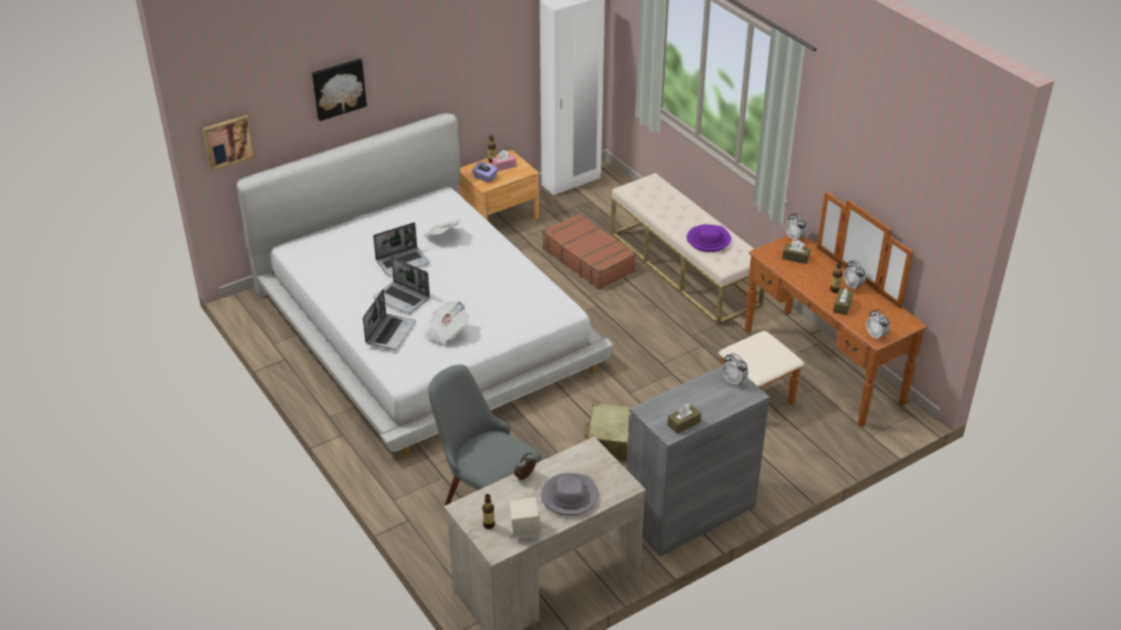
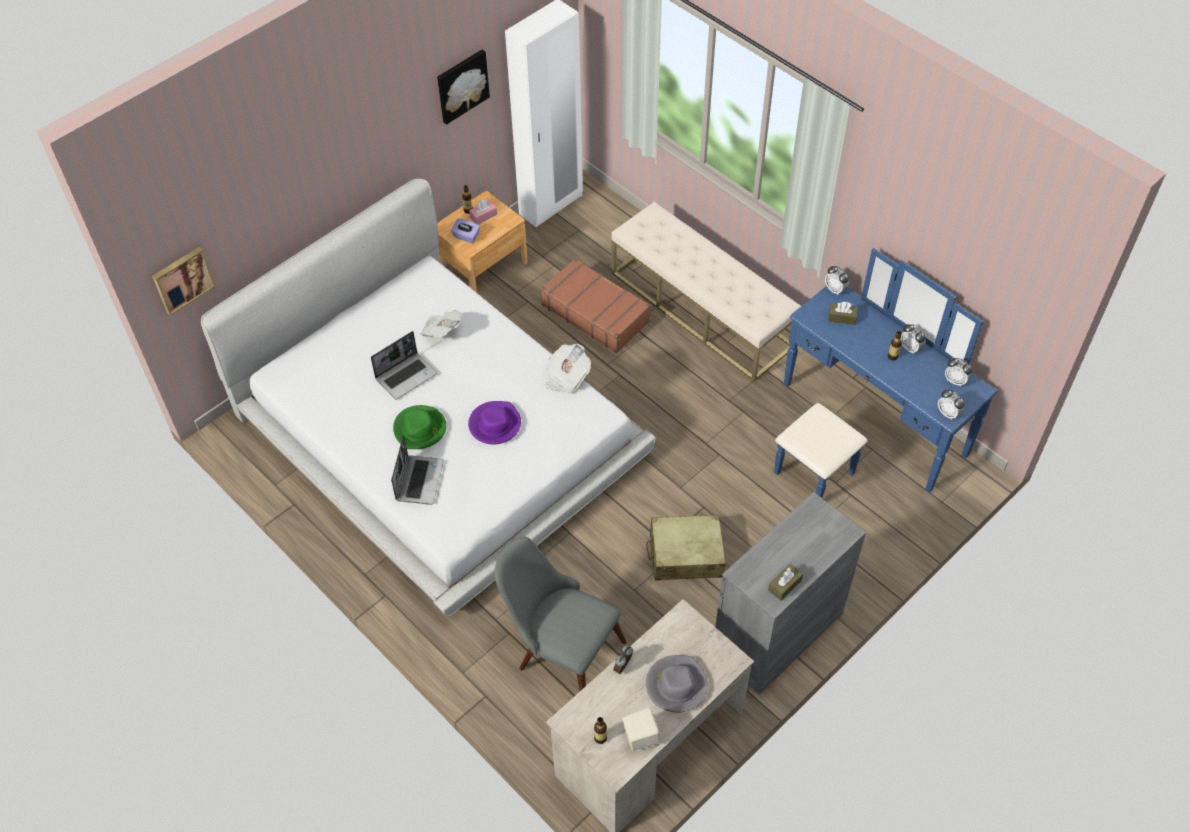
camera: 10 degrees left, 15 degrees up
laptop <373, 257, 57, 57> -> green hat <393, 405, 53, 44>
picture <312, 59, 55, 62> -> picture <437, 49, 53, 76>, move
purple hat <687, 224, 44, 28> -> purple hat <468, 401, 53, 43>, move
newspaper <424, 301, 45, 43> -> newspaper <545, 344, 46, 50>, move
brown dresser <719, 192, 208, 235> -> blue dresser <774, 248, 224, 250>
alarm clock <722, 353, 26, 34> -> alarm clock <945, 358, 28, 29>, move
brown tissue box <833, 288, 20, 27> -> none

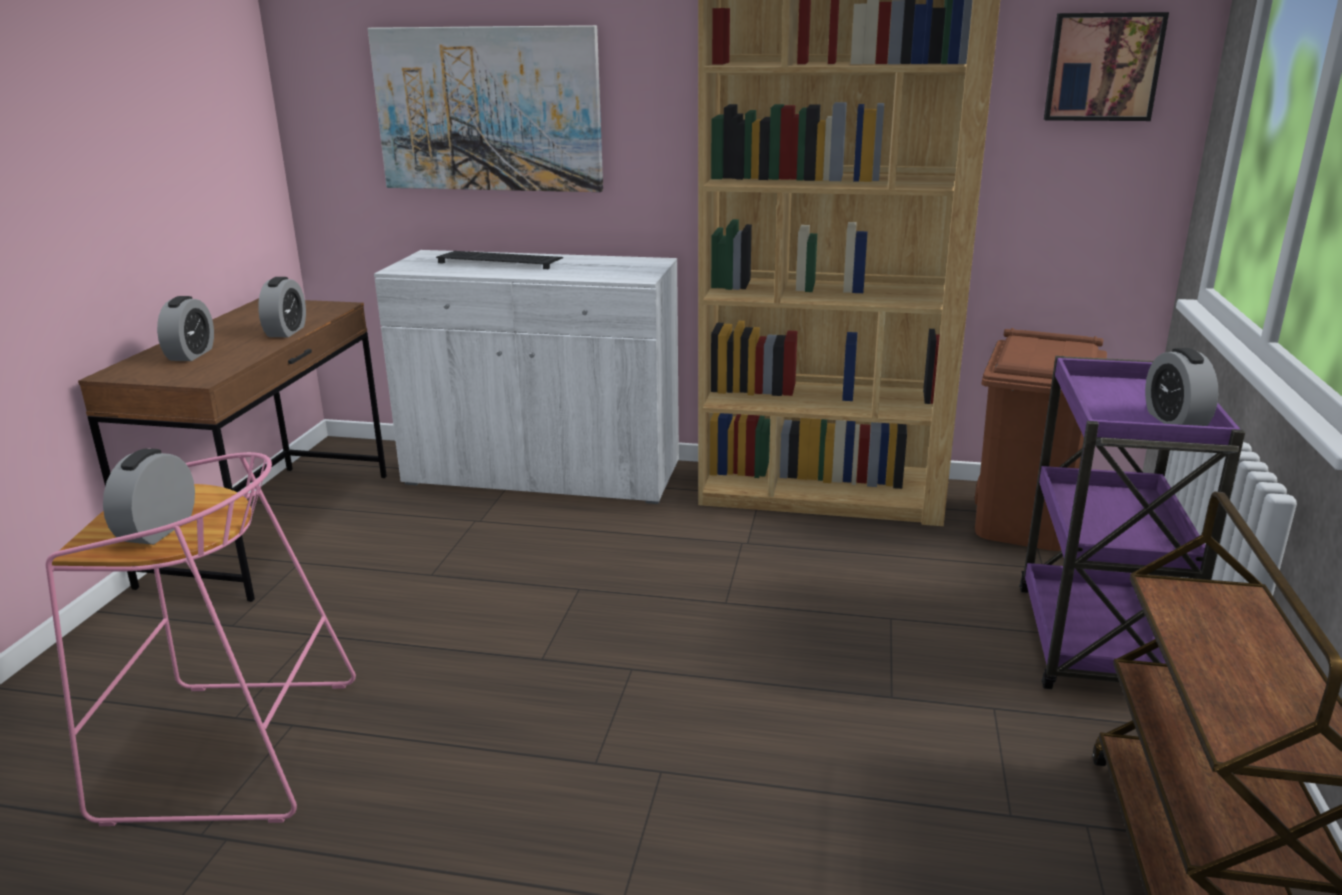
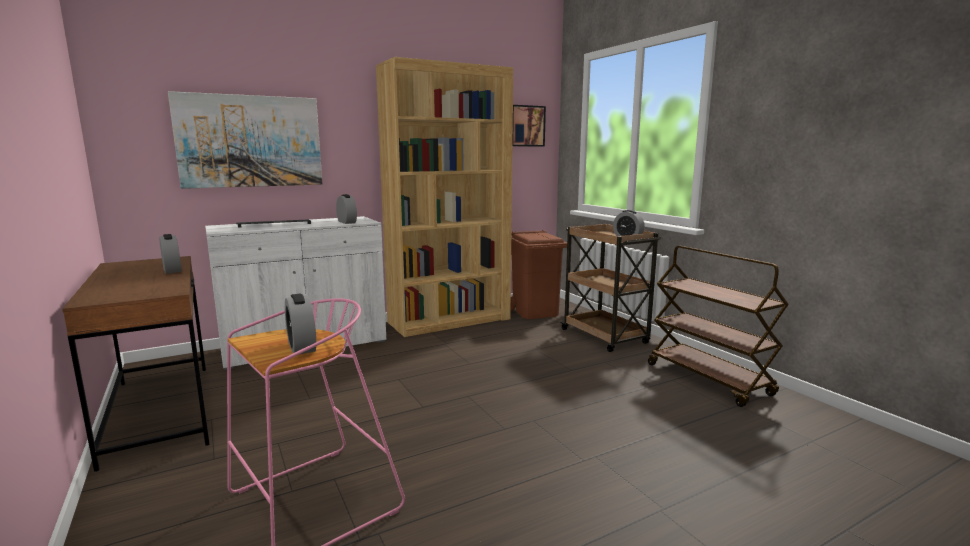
camera: 40 degrees left, 10 degrees down
alarm clock <157, 296, 57, 65> -> alarm clock <336, 194, 21, 30>, move
purple cart <1019, 356, 226, 333> -> brown cart <561, 224, 101, 128>

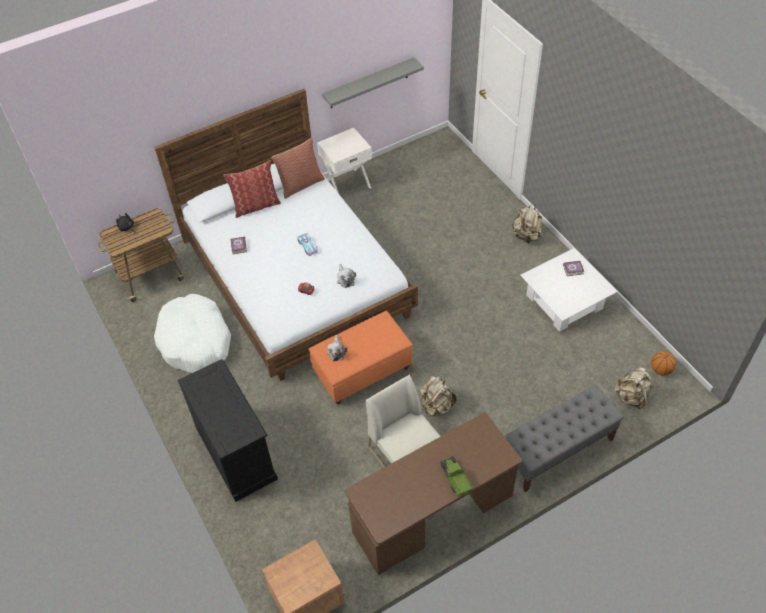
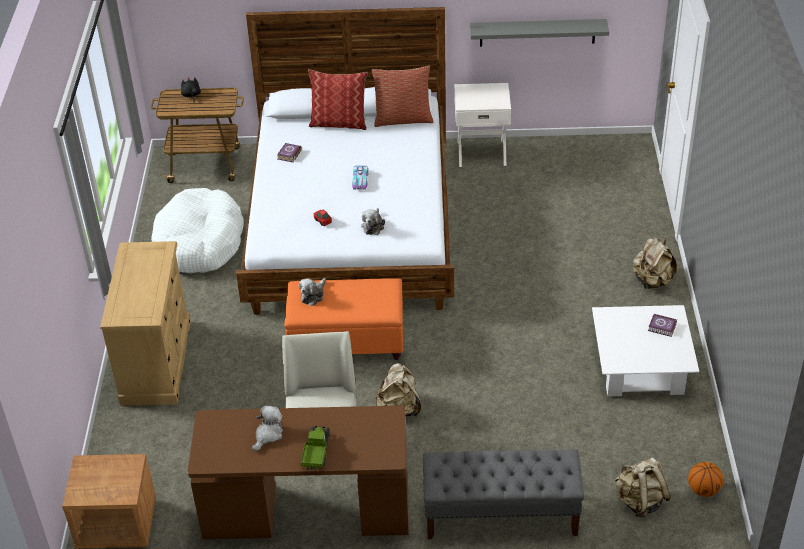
camera: 30 degrees right, 10 degrees down
black dresser <178, 359, 100, 143> -> beige dresser <100, 241, 91, 165>
none -> plush toy <252, 405, 31, 46>

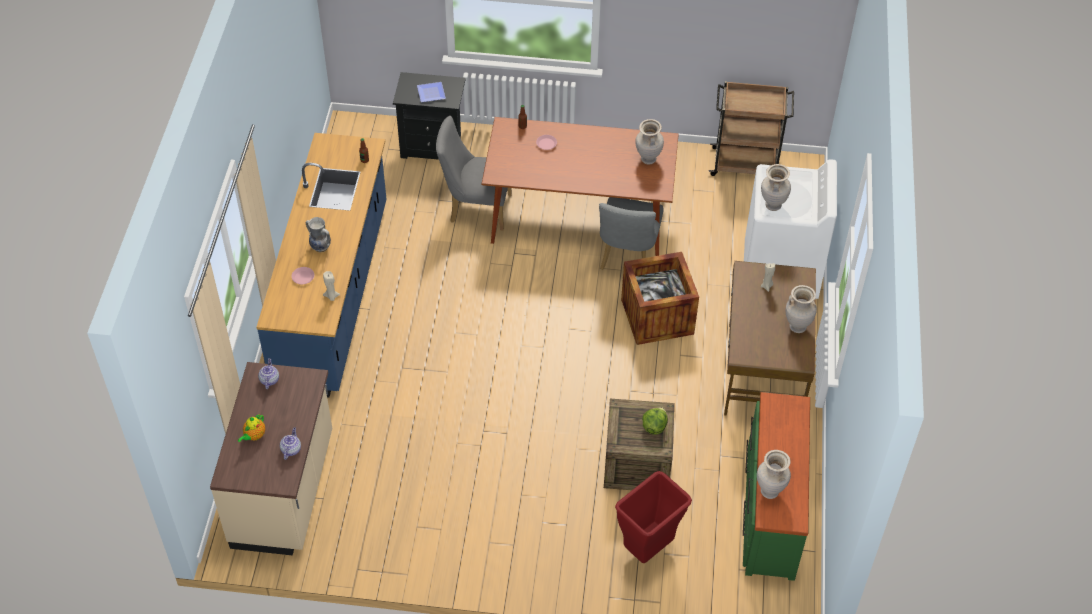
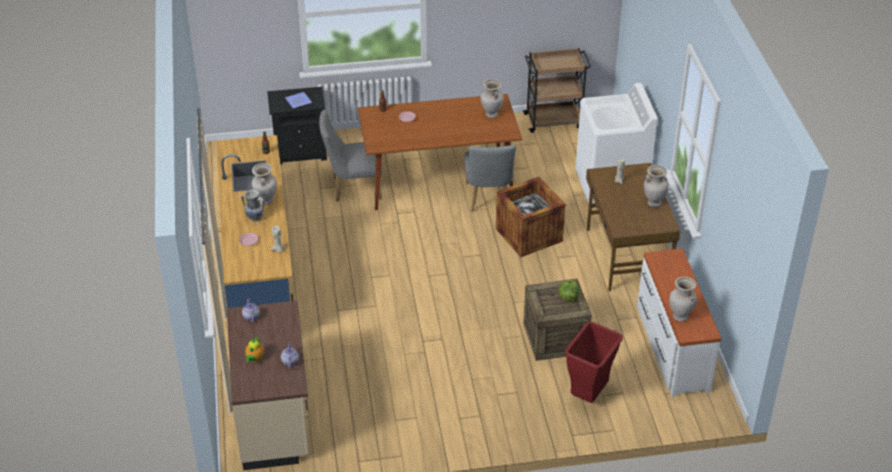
camera: 15 degrees left, 10 degrees down
beige vase <761, 164, 30, 47> -> beige vase <252, 163, 25, 42>, move
green dresser <743, 392, 67, 189> -> white dresser <637, 249, 85, 148>

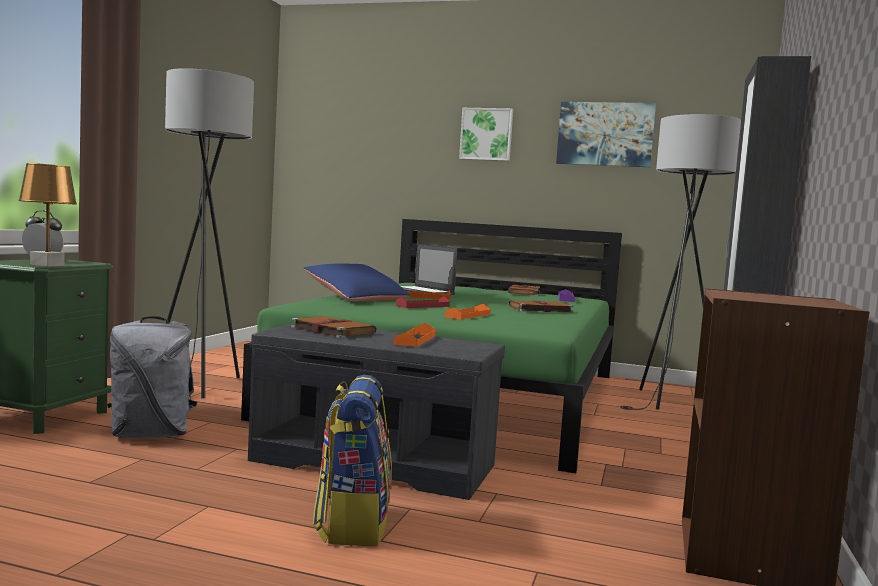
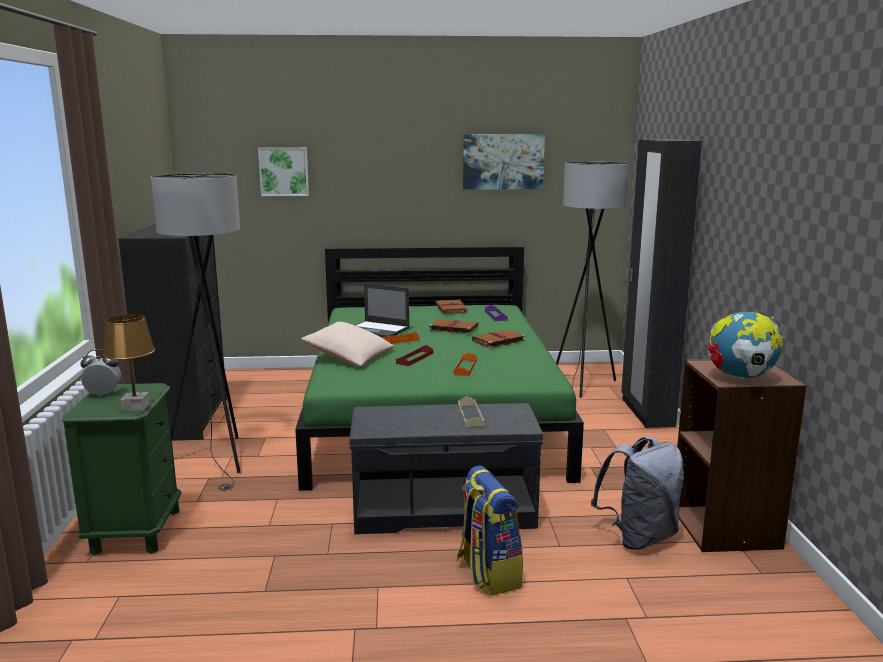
camera: 20 degrees left, 10 degrees up
none -> black dresser <118, 223, 109, 217>
picture <459, 108, 54, 53> -> picture <258, 148, 51, 48>, move
blue pillow <303, 264, 108, 37> -> beige pillow <301, 322, 93, 44>
brown book <291, 316, 86, 22> -> brown book <427, 319, 51, 15>, move
orange tray <394, 323, 42, 24> -> beige tray <458, 396, 26, 31>
grey backpack <107, 316, 90, 121> -> grey backpack <591, 437, 93, 113>, move
none -> globe <708, 312, 77, 68>

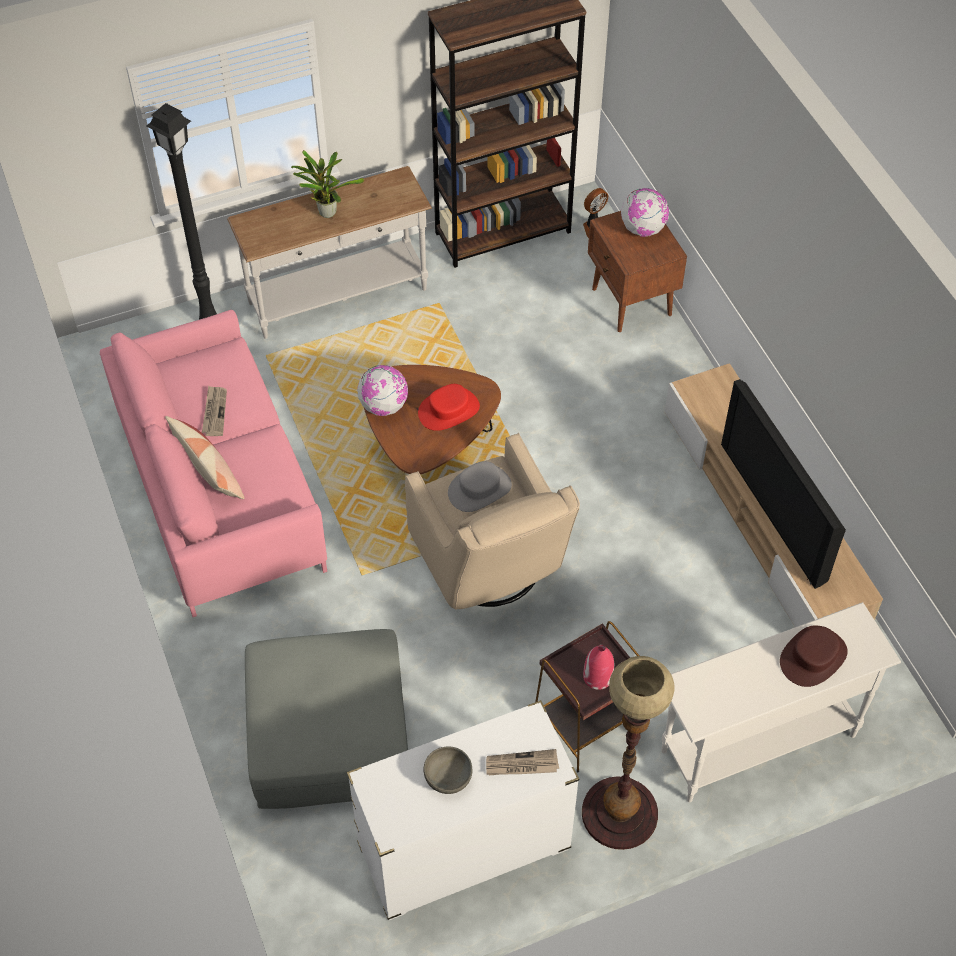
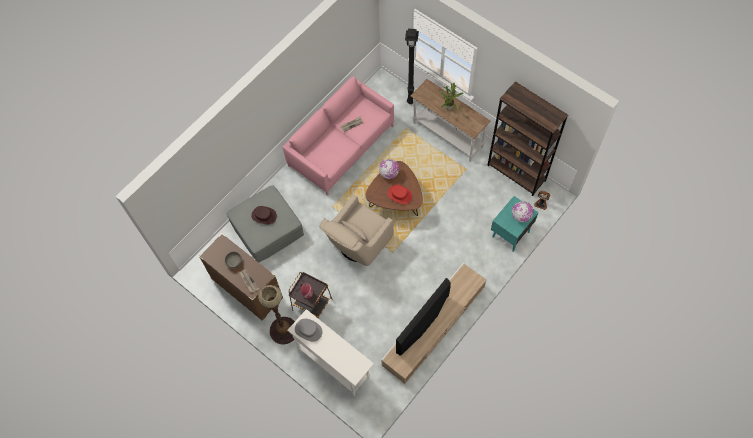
camera: 65 degrees right, 10 degrees up
white dresser <347, 700, 232, 220> -> brown dresser <199, 233, 84, 88>
brown hat <780, 626, 68, 61> -> brown hat <251, 206, 26, 18>, move
grey hat <448, 461, 64, 51> -> grey hat <295, 319, 27, 23>, move
brown nightstand <588, 211, 99, 121> -> turquoise nightstand <491, 196, 48, 56>
pillow <165, 416, 79, 83> -> none

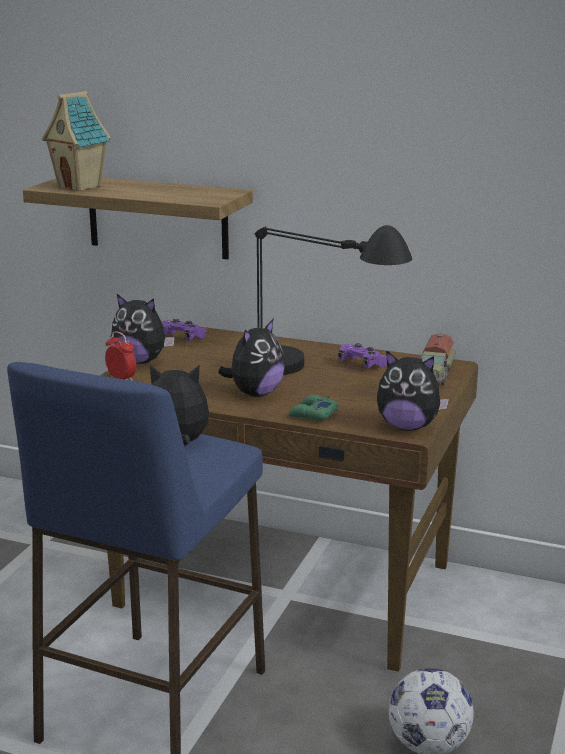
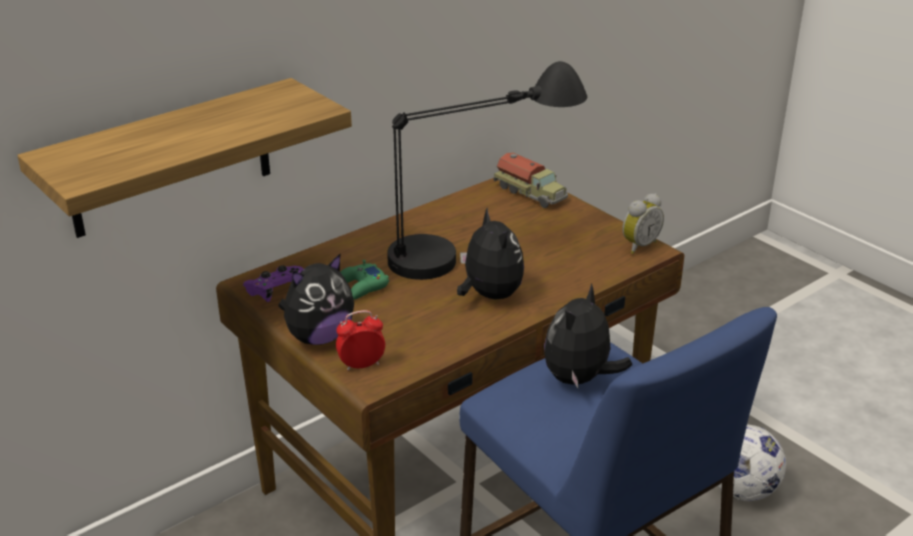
camera: 60 degrees left, 10 degrees up
green game controller <289, 395, 50, 26> -> green game controller <340, 260, 49, 40>, move
plush toy <377, 350, 72, 81> -> alarm clock <622, 193, 42, 61>
toy house <42, 91, 69, 100> -> none
purple game controller <338, 343, 49, 26> -> none

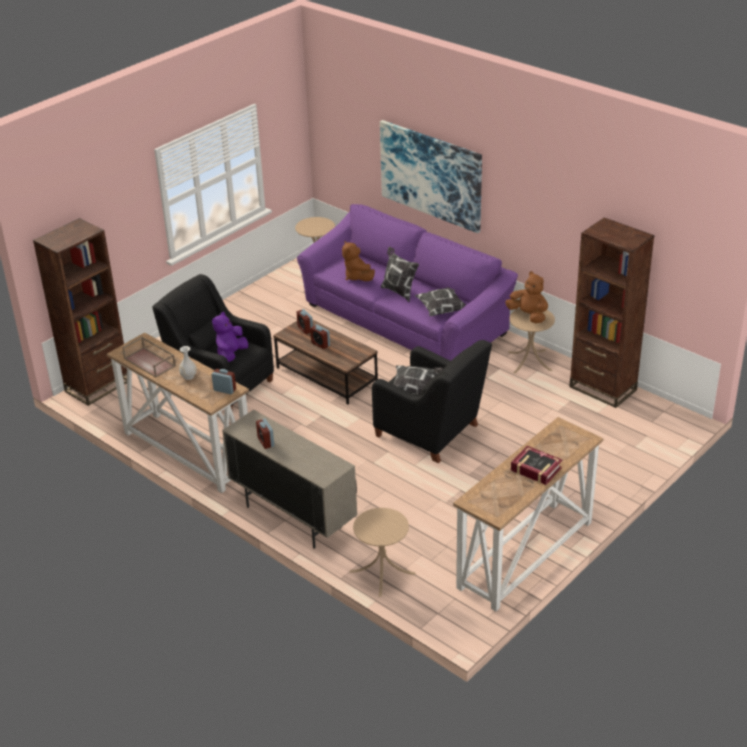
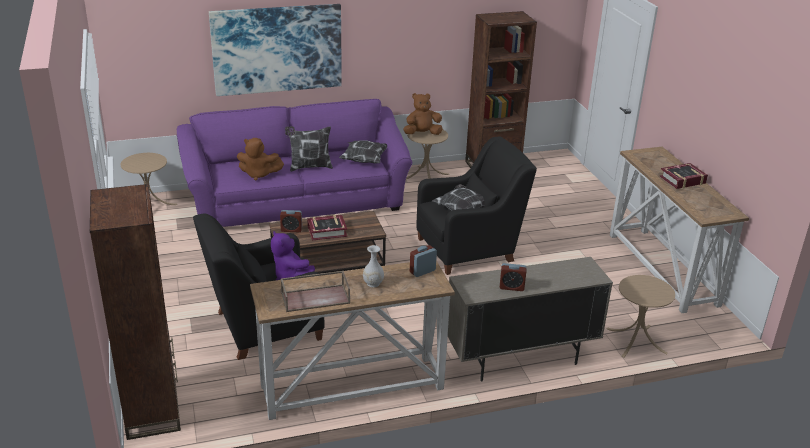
camera: 60 degrees left, 5 degrees down
alarm clock <310, 325, 20, 24> -> book <307, 215, 40, 25>

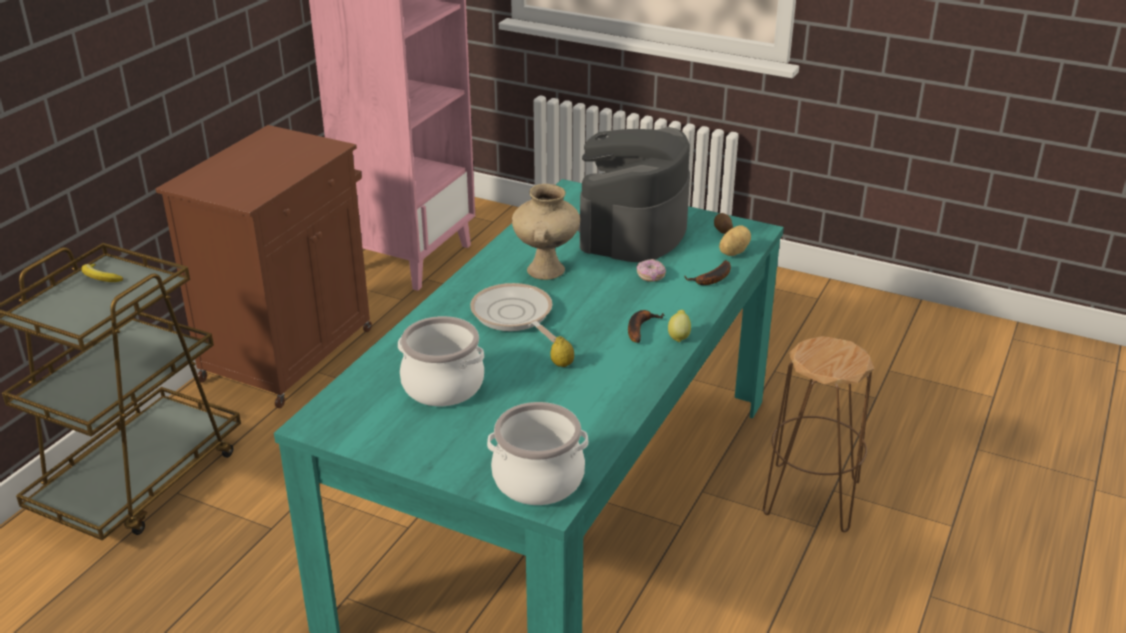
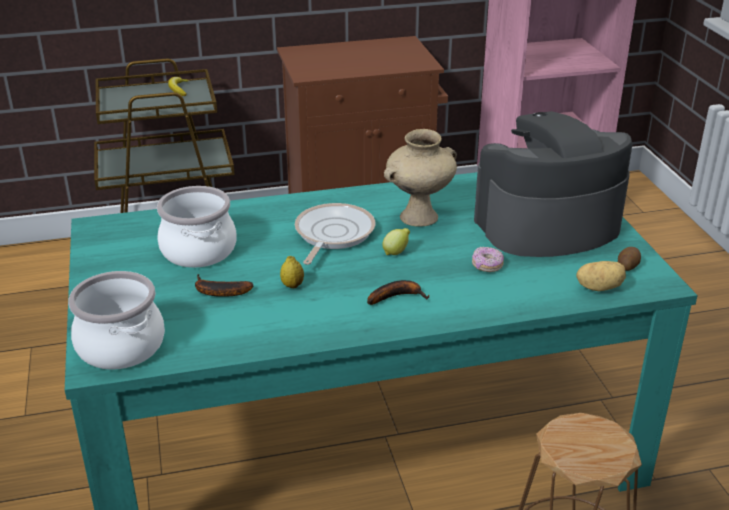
camera: 50 degrees right, 0 degrees up
banana <684, 260, 47, 25> -> banana <195, 274, 58, 23>, move
lemon <668, 310, 23, 32> -> lemon <382, 228, 28, 27>, move

